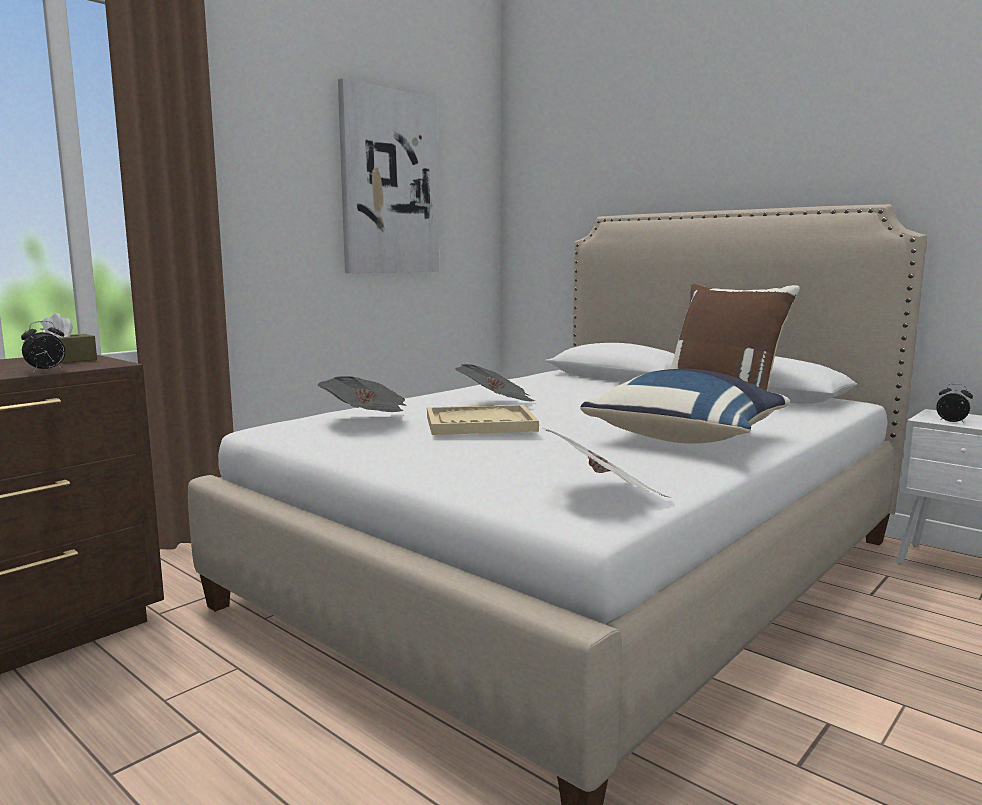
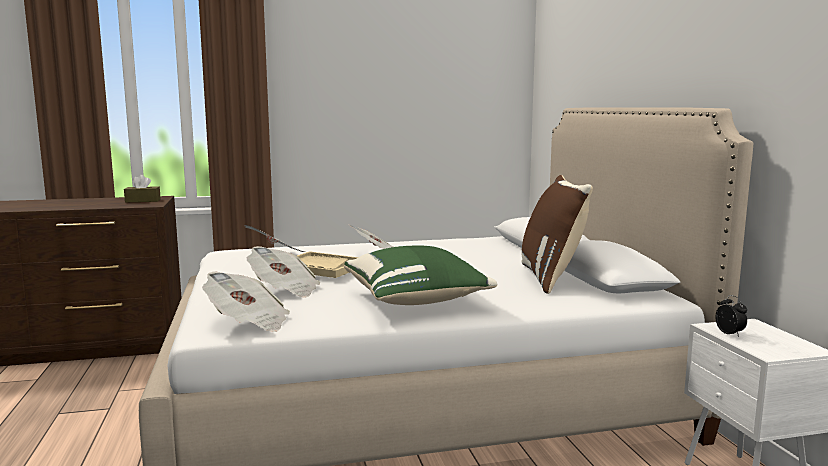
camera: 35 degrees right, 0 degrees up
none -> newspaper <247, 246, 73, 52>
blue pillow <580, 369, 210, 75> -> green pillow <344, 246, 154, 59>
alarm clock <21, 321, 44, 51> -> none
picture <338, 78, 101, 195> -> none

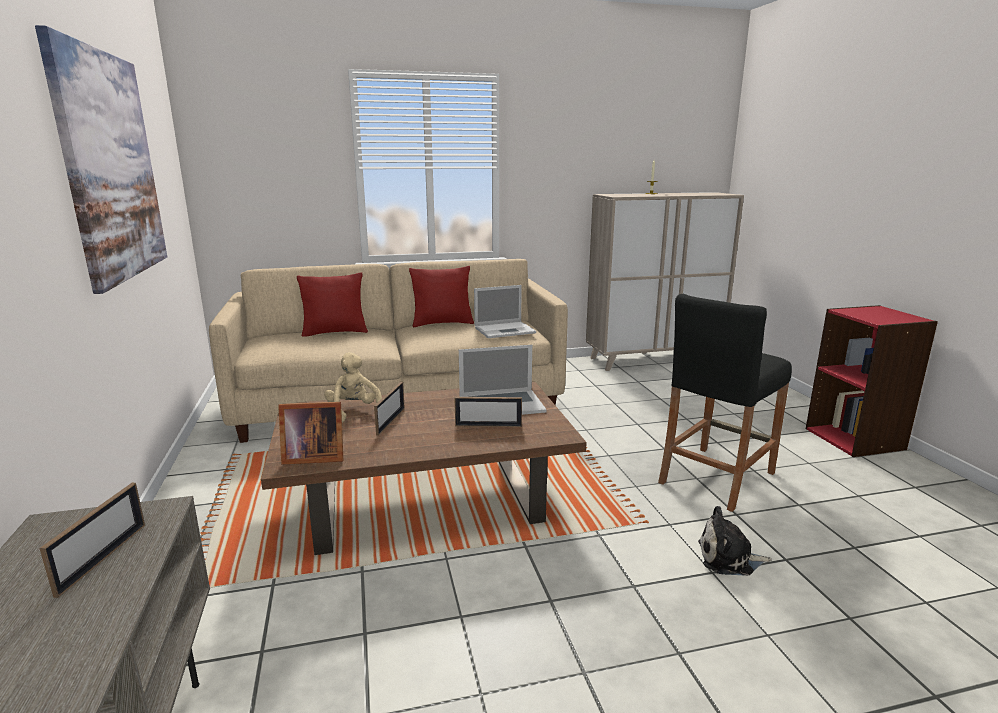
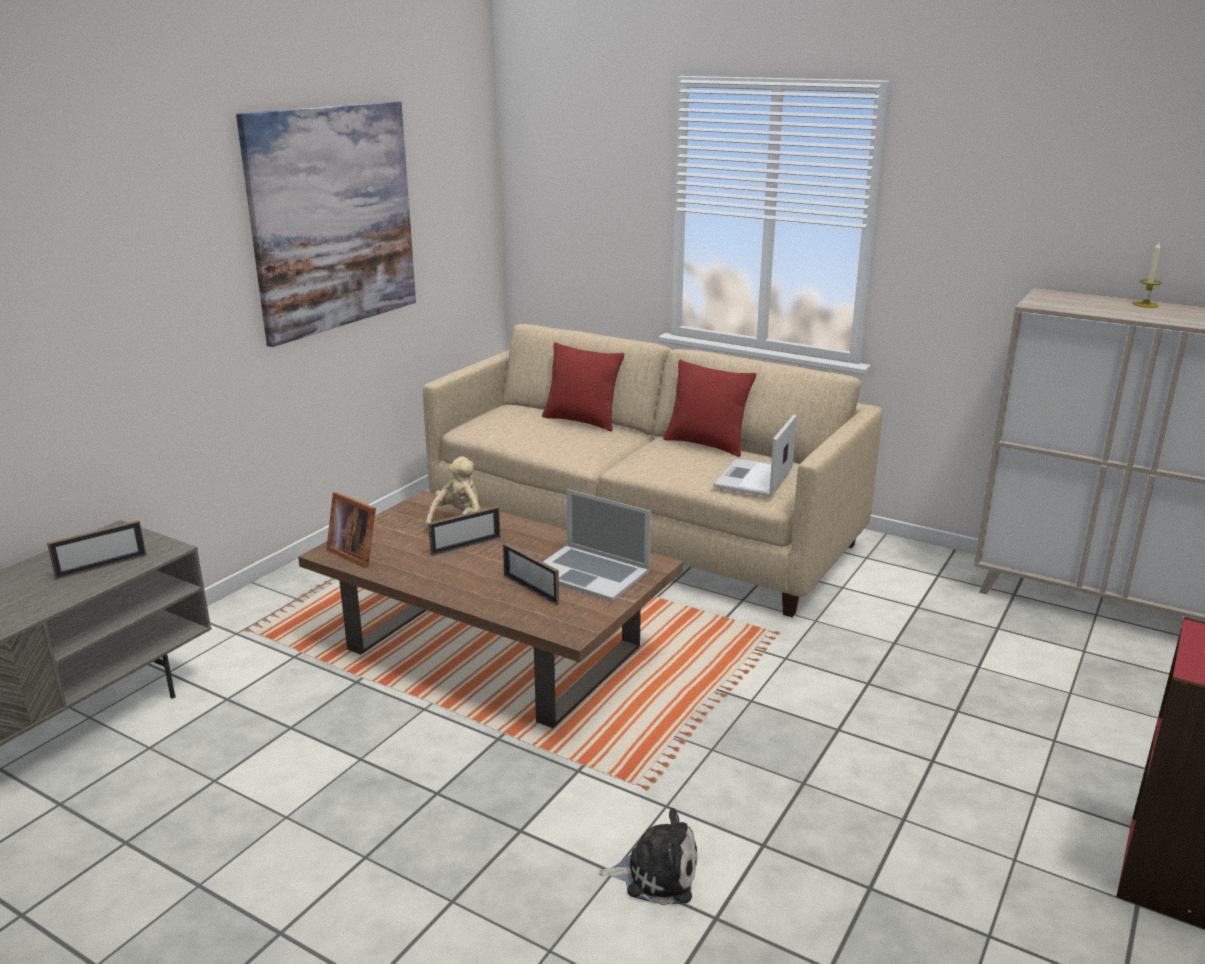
camera: 45 degrees right, 5 degrees up
plush toy <698, 506, 74, 69> -> plush toy <599, 808, 99, 97>, 135 degrees clockwise
laptop <474, 285, 62, 53> -> laptop <713, 414, 84, 83>, 90 degrees clockwise
black stool <658, 294, 134, 218> -> none

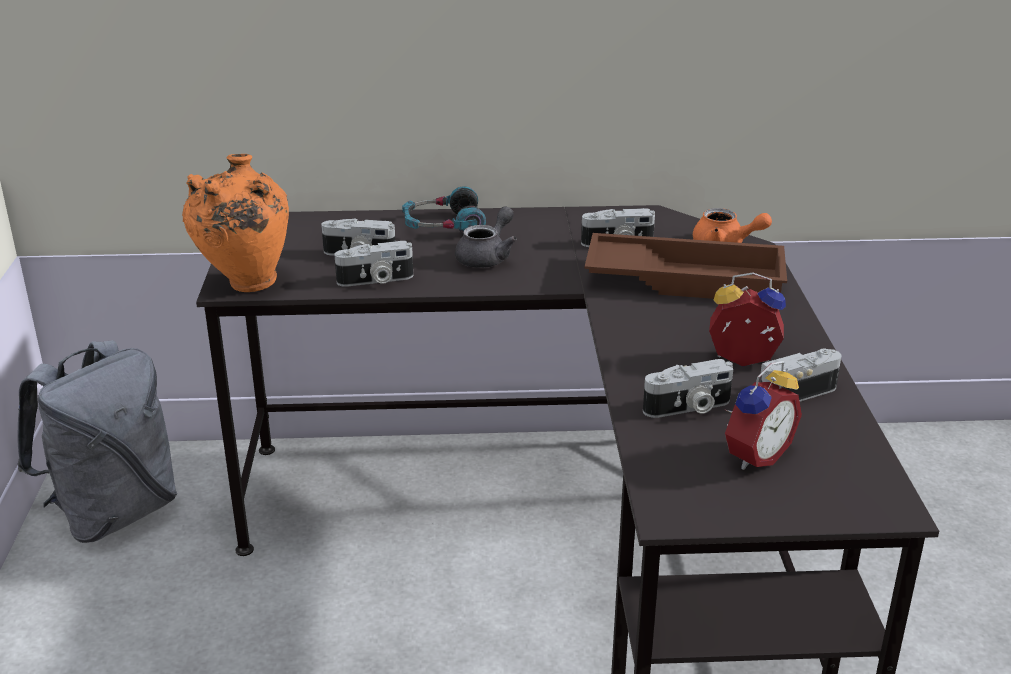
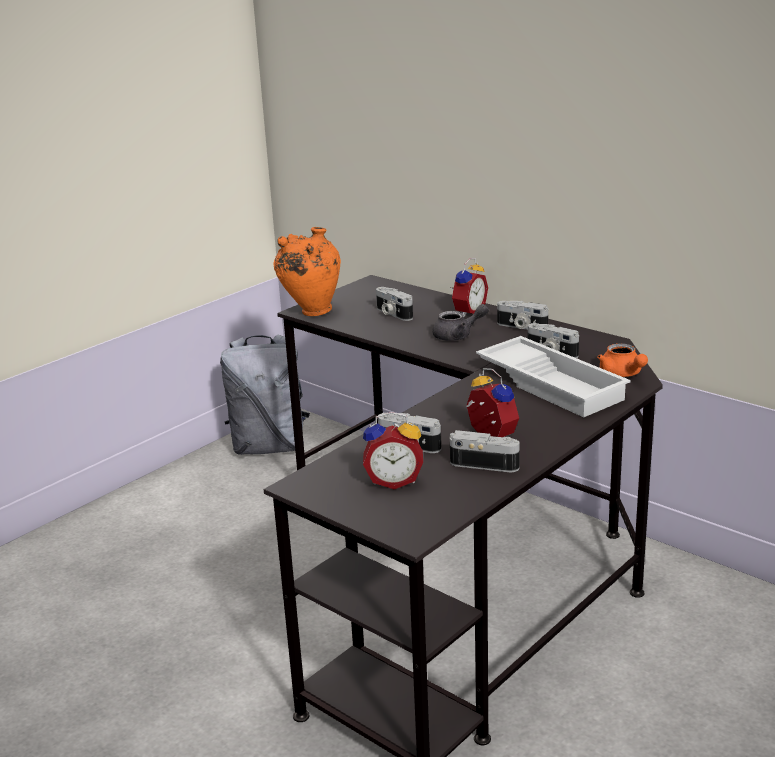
camera: 45 degrees right, 5 degrees down
headphones <402, 187, 84, 47> -> alarm clock <451, 258, 37, 59>
brown tray <584, 233, 203, 66> -> white tray <476, 336, 155, 81>
photo camera <334, 241, 79, 46> -> photo camera <497, 301, 51, 29>, move

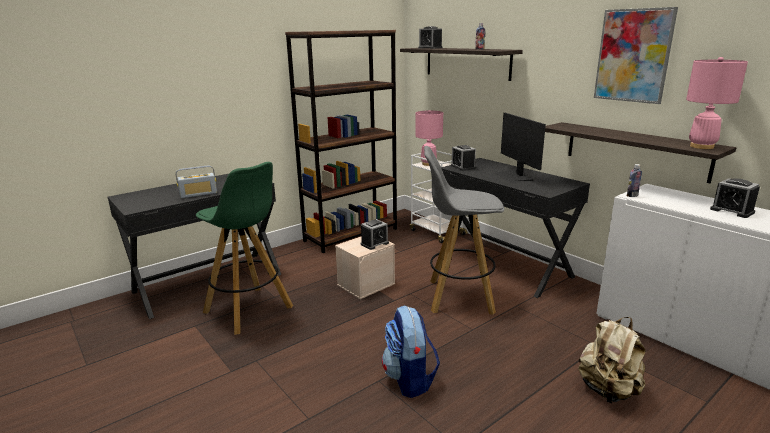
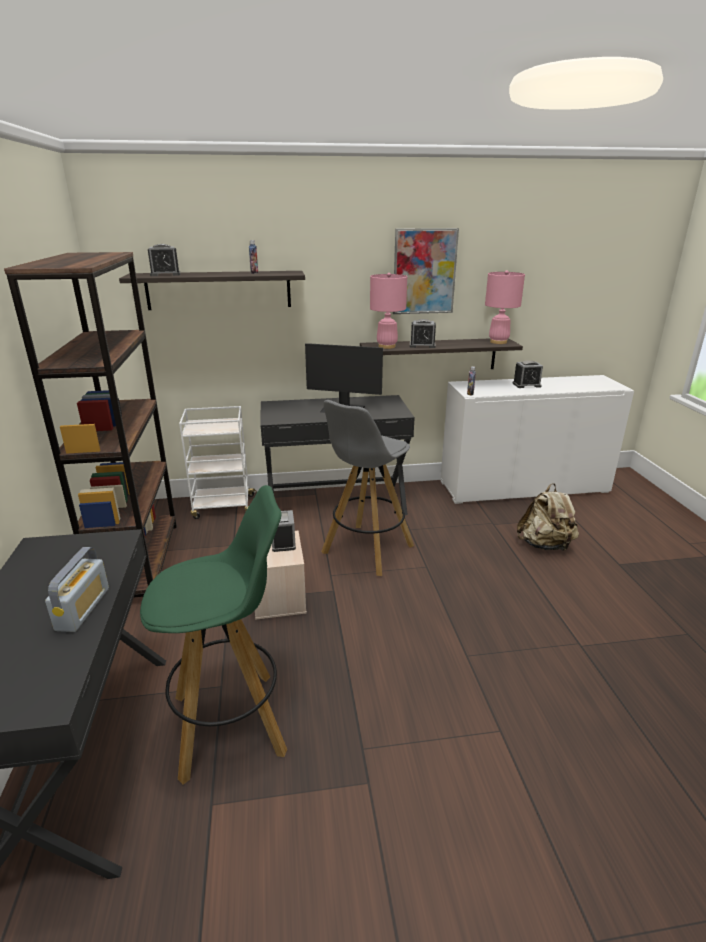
camera: 60 degrees left, 5 degrees up
pink table lamp <415, 110, 28, 56> -> pink table lamp <370, 273, 37, 76>, move
alarm clock <451, 145, 25, 26> -> alarm clock <410, 319, 26, 29>, move
backpack <382, 305, 58, 93> -> none

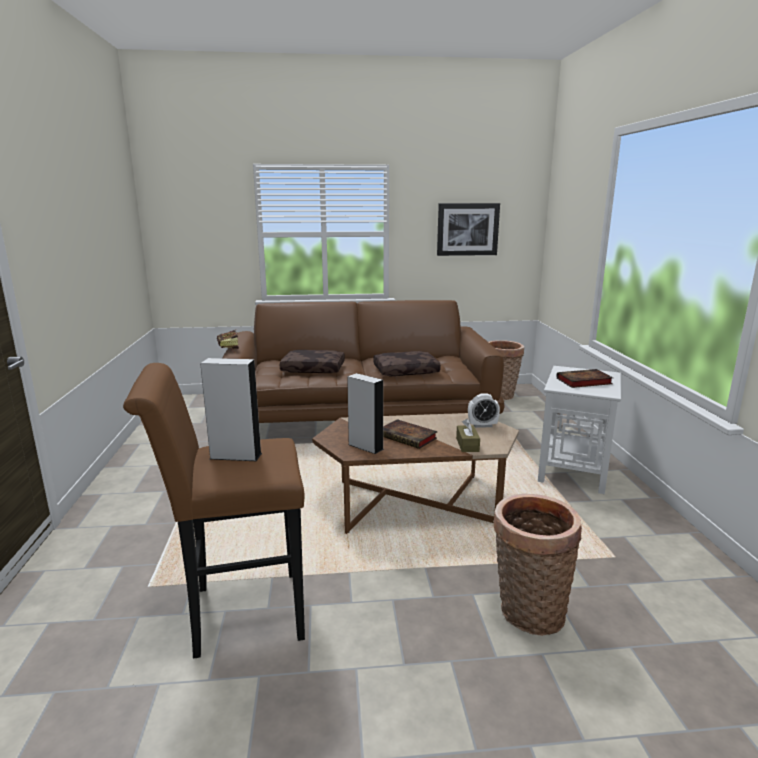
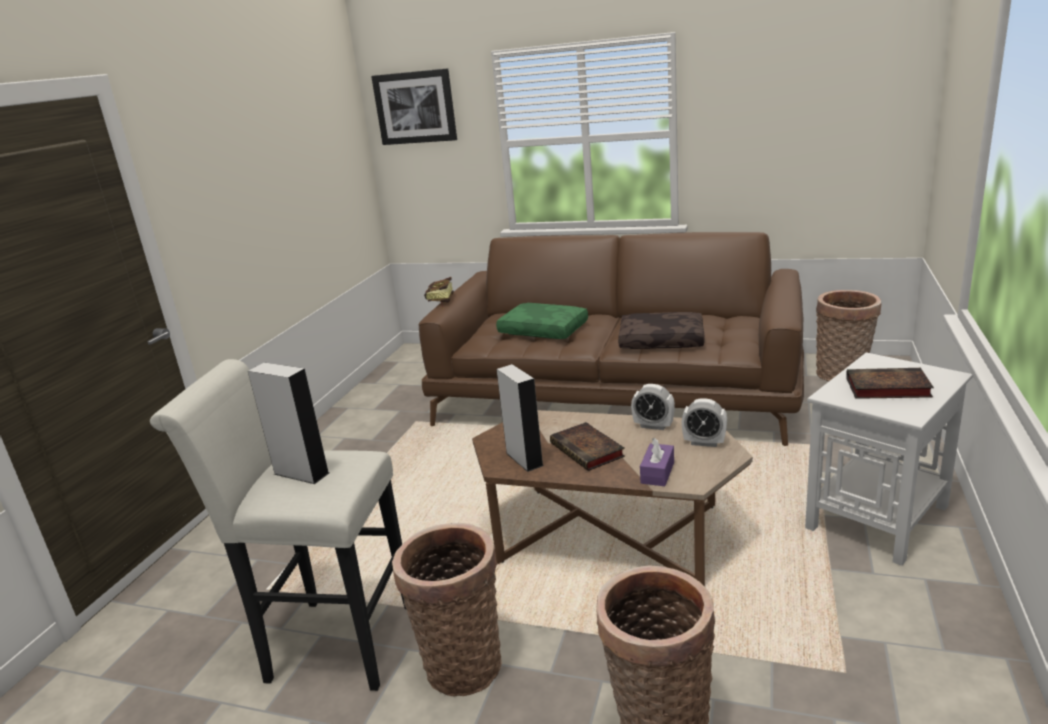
camera: 25 degrees right, 5 degrees up
brown stool <123, 363, 182, 296> -> white stool <150, 359, 256, 332>
picture <437, 203, 63, 53> -> picture <371, 68, 86, 77>, move
none -> basket <392, 523, 110, 173>
brown pillow <280, 350, 65, 23> -> green pillow <496, 303, 92, 36>
none -> alarm clock <631, 384, 44, 46>
brown tissue box <456, 419, 24, 33> -> purple tissue box <640, 437, 34, 49>

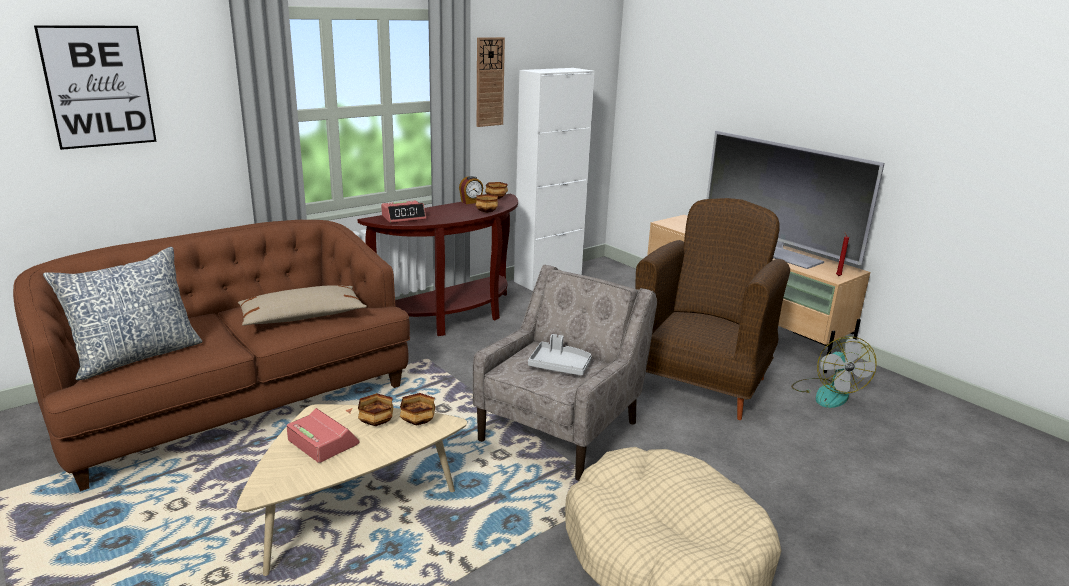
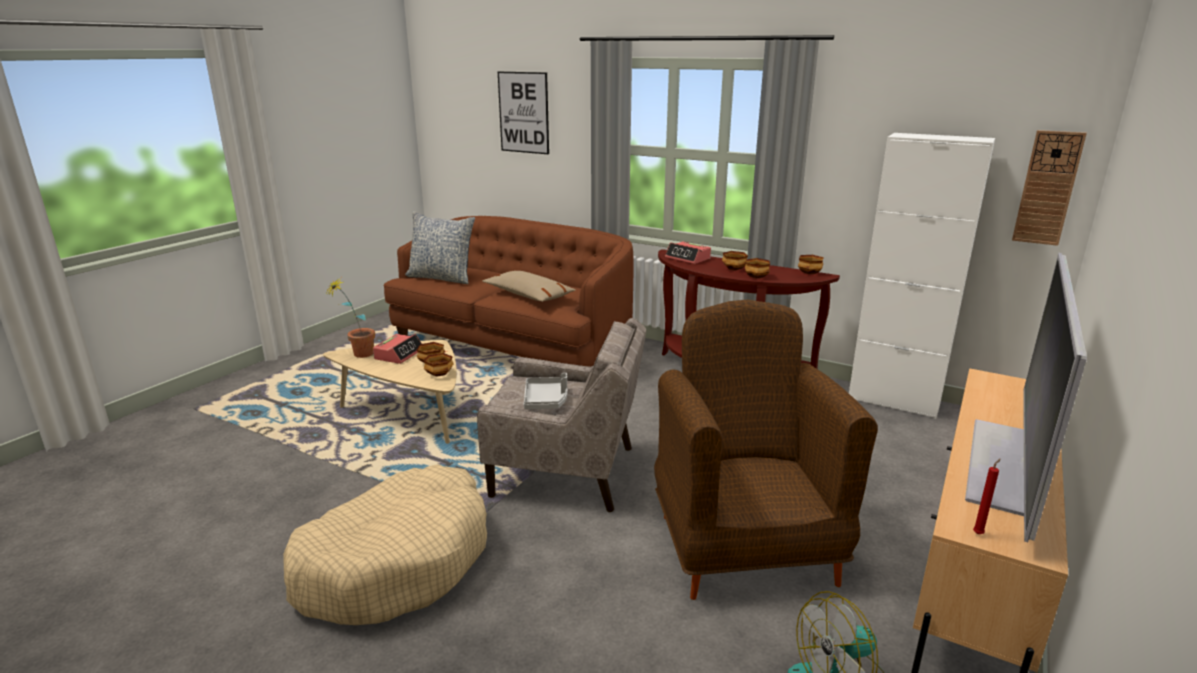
camera: 70 degrees right, 0 degrees up
none -> potted plant <327, 278, 48, 80>
brown armchair <635, 198, 155, 222> -> brown armchair <654, 300, 224, 300>, 105 degrees counterclockwise
none -> bowl <722, 251, 26, 20>
wall clock <477, 37, 28, 90> -> wall clock <1012, 130, 75, 116>, move
alarm clock <459, 176, 24, 28> -> none

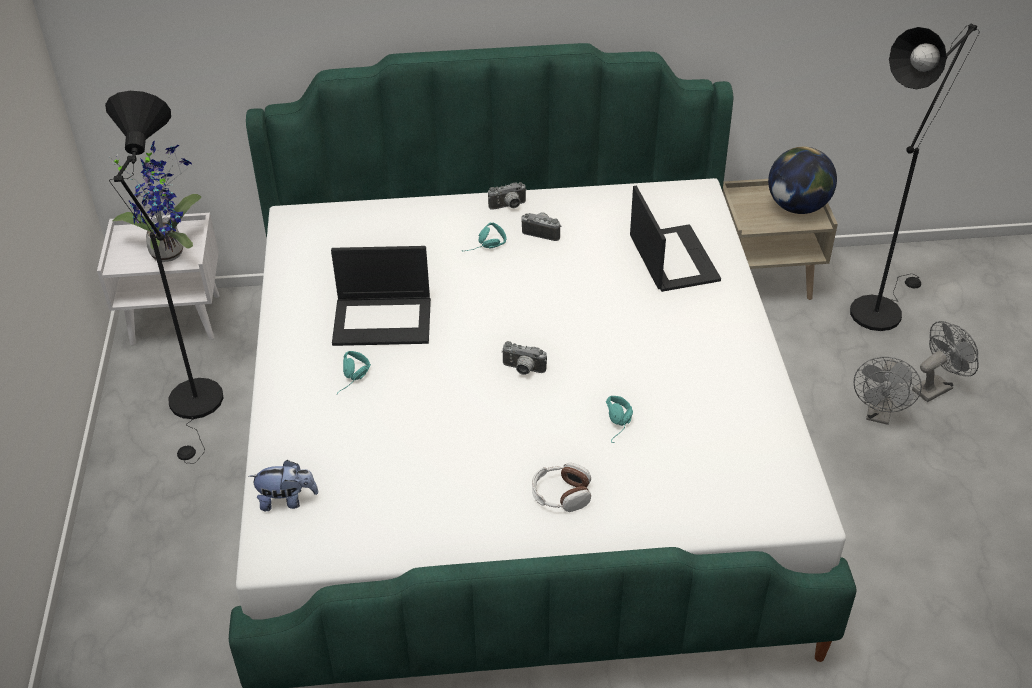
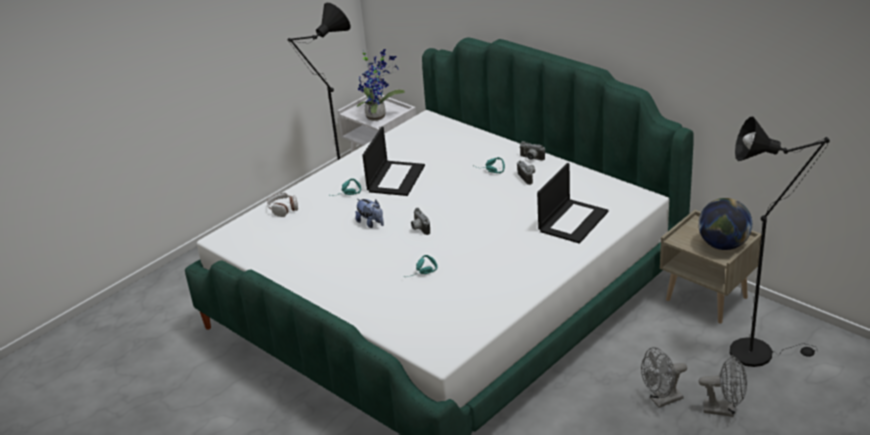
camera: 50 degrees right, 10 degrees down
headphones <532, 463, 59, 49> -> headphones <267, 192, 31, 25>, move
plush toy <249, 460, 69, 51> -> plush toy <355, 199, 29, 29>, move
laptop <331, 246, 100, 100> -> laptop <362, 127, 63, 69>, 120 degrees counterclockwise

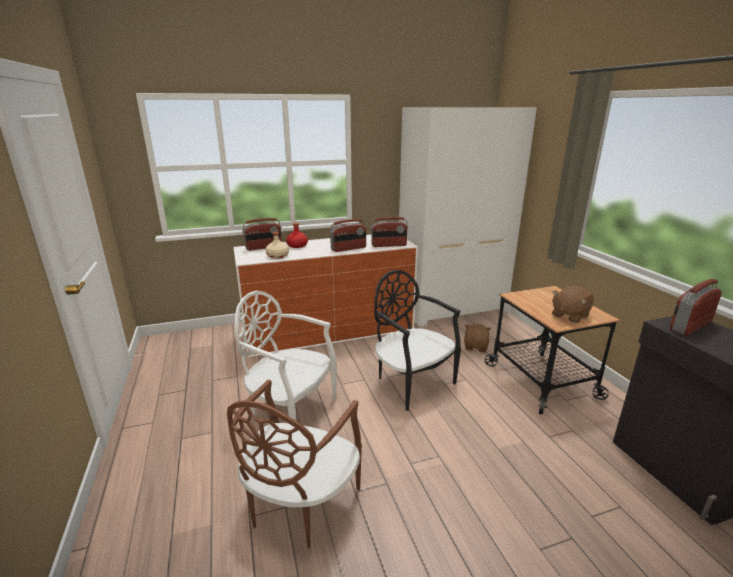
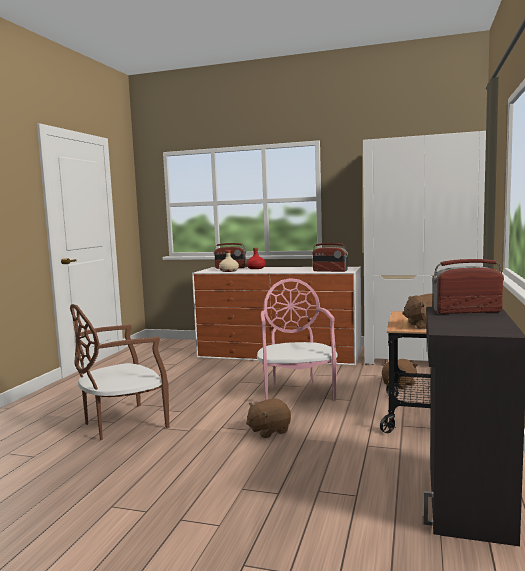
camera: 35 degrees right, 15 degrees down
none -> brown plush toy <246, 398, 45, 40>
black chair <374, 270, 87, 141> -> pink chair <257, 278, 81, 123>
white chair <235, 290, 102, 130> -> none
radio <330, 219, 36, 33> -> none

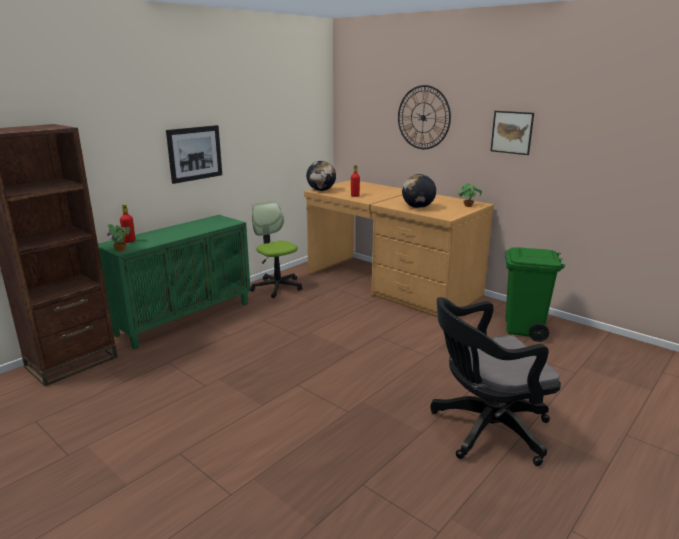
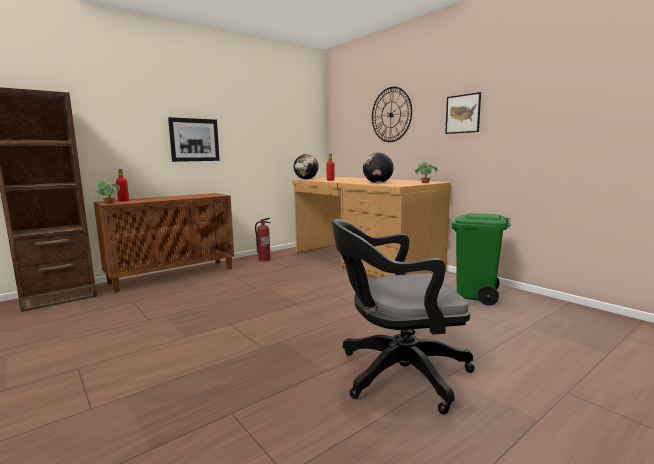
camera: 10 degrees right, 10 degrees down
green cabinet <98, 215, 153, 135> -> brown cabinet <94, 193, 140, 100>
office chair <250, 201, 52, 97> -> fire extinguisher <255, 218, 16, 43>

